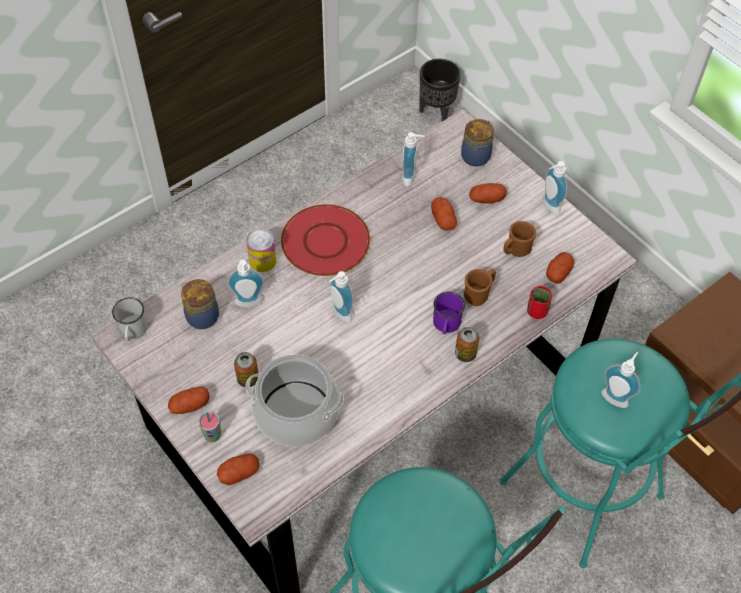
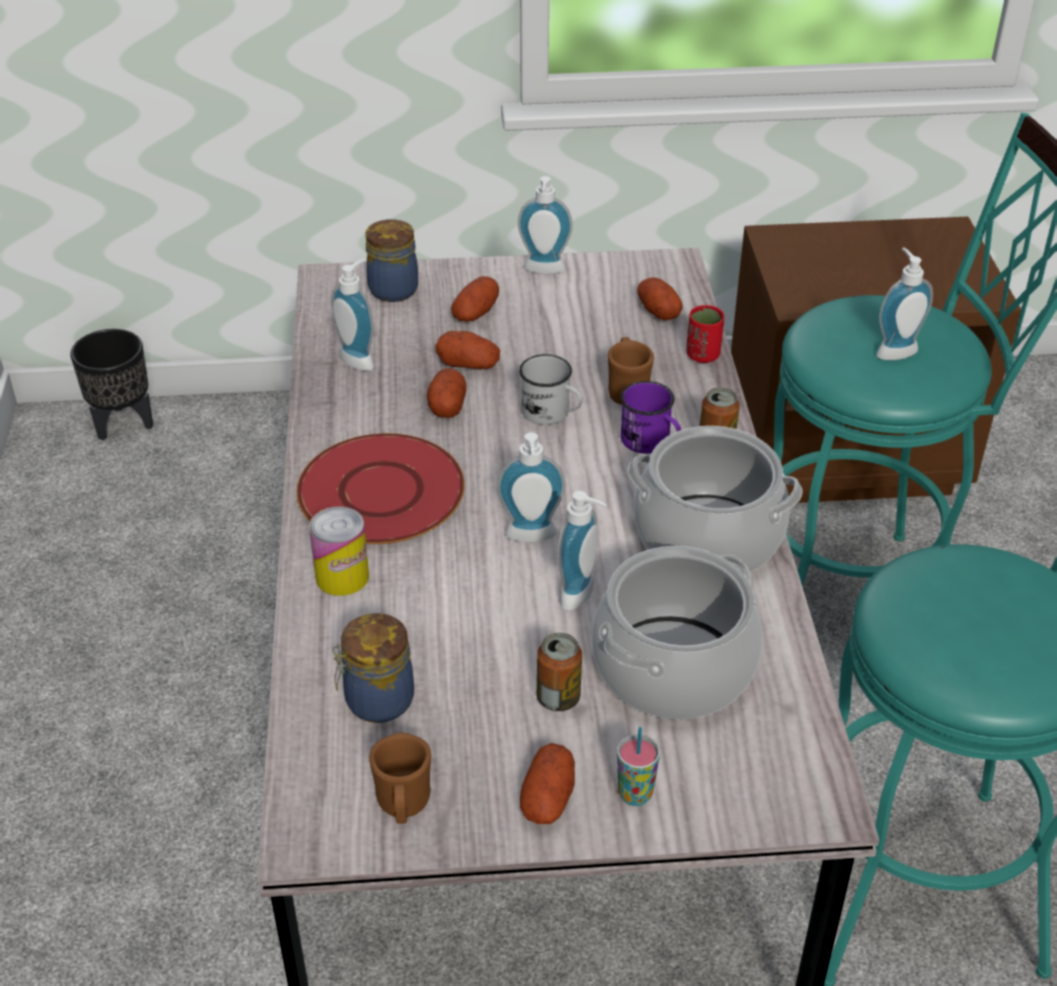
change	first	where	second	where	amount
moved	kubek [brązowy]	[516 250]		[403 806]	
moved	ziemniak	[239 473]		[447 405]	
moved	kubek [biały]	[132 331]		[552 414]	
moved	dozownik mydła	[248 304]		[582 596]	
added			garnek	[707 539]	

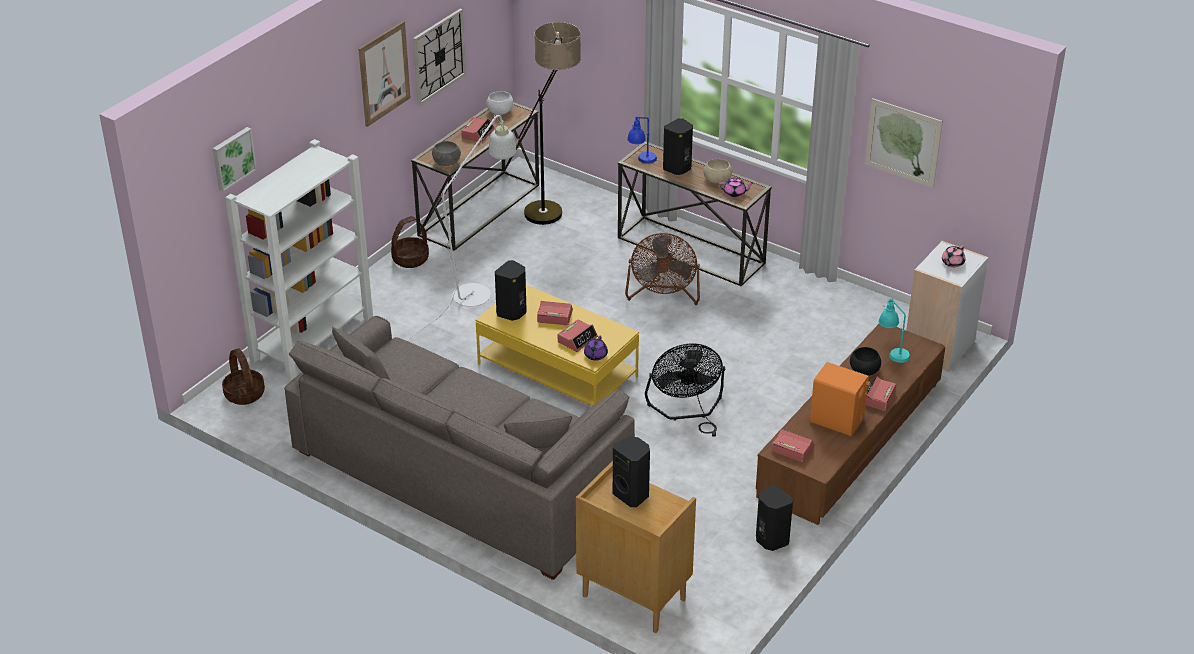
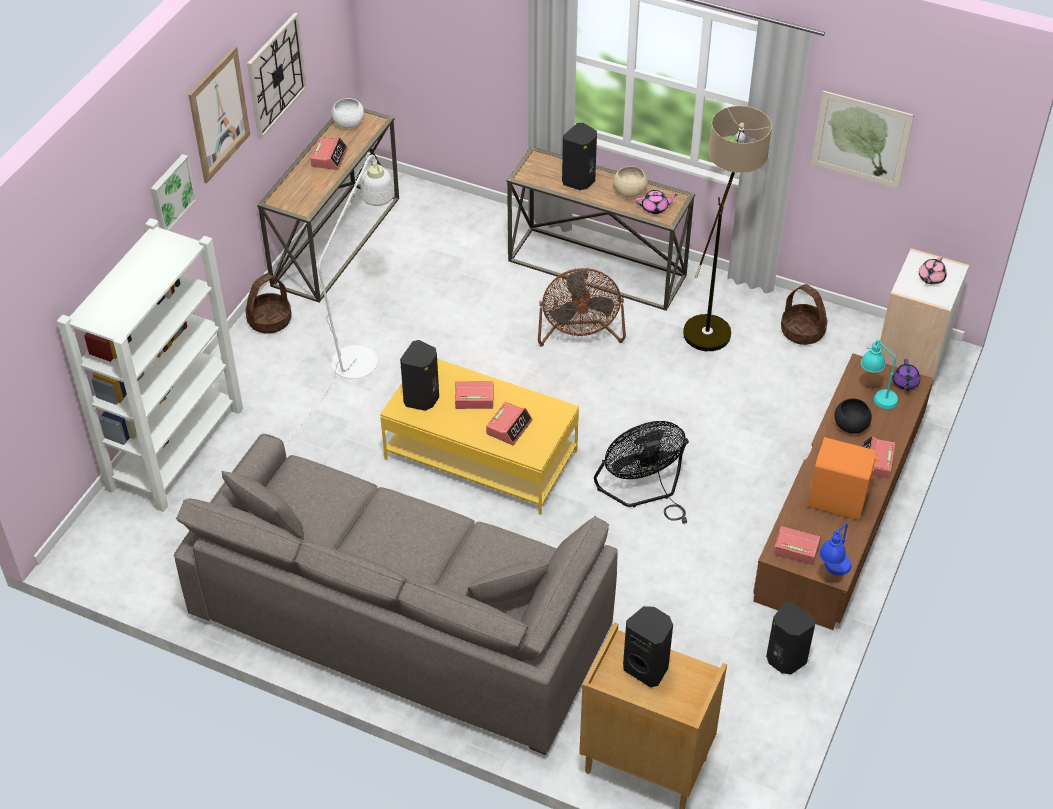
change	first	where	second	where	amount
moved	obraz	[232 158]		[171 193]	
moved	lampa stojąca	[552 206]		[714 321]	
moved	koszyk	[244 394]		[802 331]	
moved	lampa stołowa [niebieski]	[641 161]		[832 573]	
moved	imbryk [fioletowy]	[595 355]		[905 383]	
removed	miska [szary]	[446 162]			

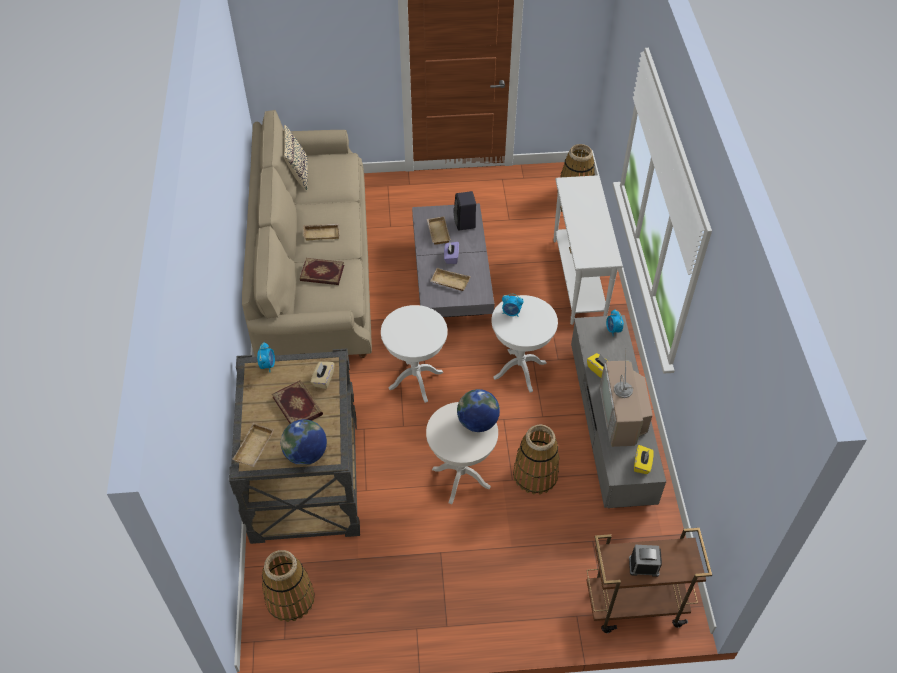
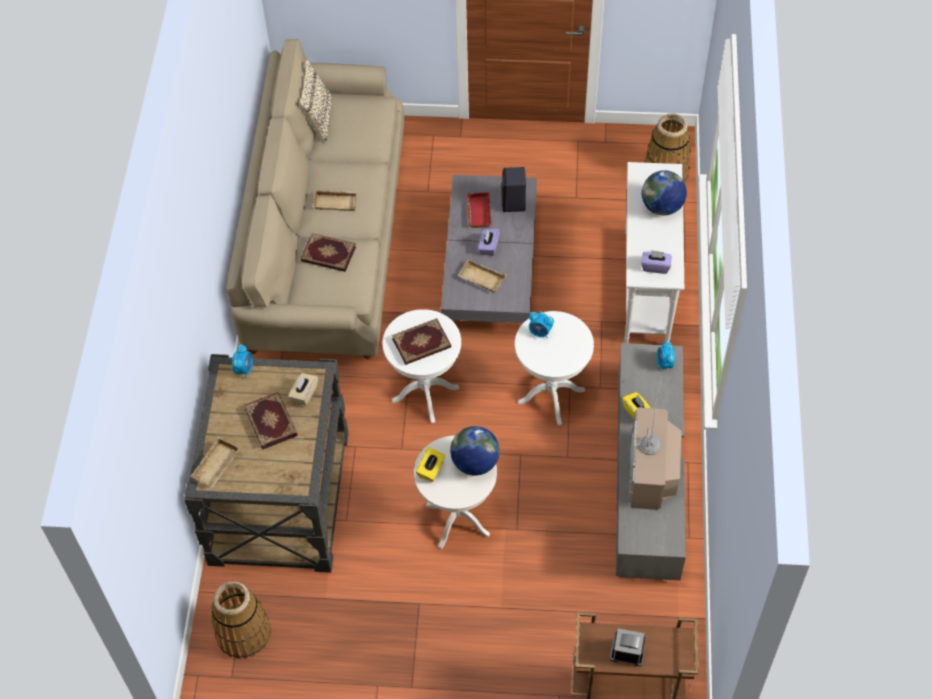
change	first	where	second	where	amount
added			książka	[422 344]	
moved	pudełko chusteczek [żółty]	[642 464]		[431 470]	
recoloured	taca [beżowy]	[437 232]	taca [czerwony]	[477 212]	
added			pudełko chusteczek [fioletowy]	[655 267]	
moved	globus	[306 454]		[662 207]	
removed	koszyk	[535 475]			

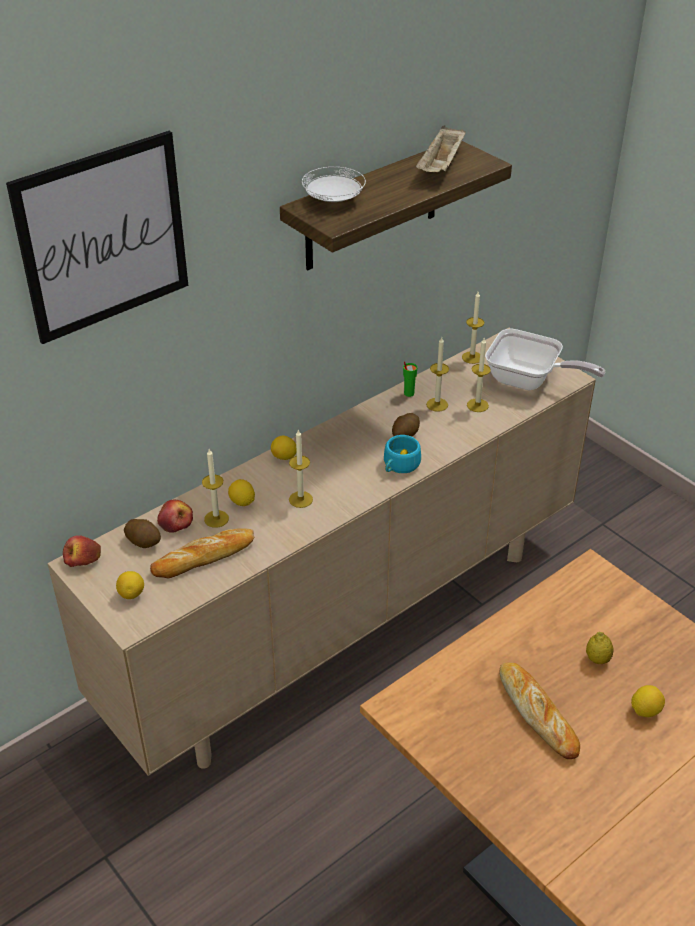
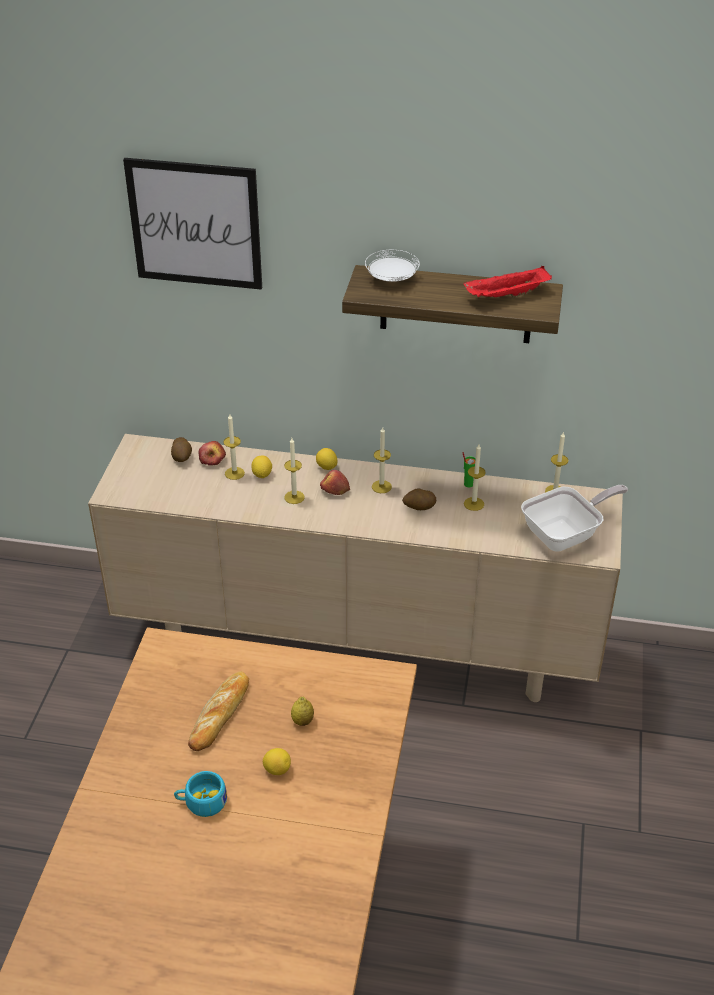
change	first	where	second	where	amount
moved	filiżanka [turkusowy]	[399 466]		[201 802]	
moved	jabłko	[83 559]		[335 490]	
moved	świeca	[477 405]		[381 486]	
recoloured	taca [beżowy]	[441 166]	taca [czerwony]	[506 296]	
turned	patelnia	[529 381]		[566 535]	105 degrees counterclockwise
removed	cytryna	[132 594]			
removed	chleb	[204 557]			

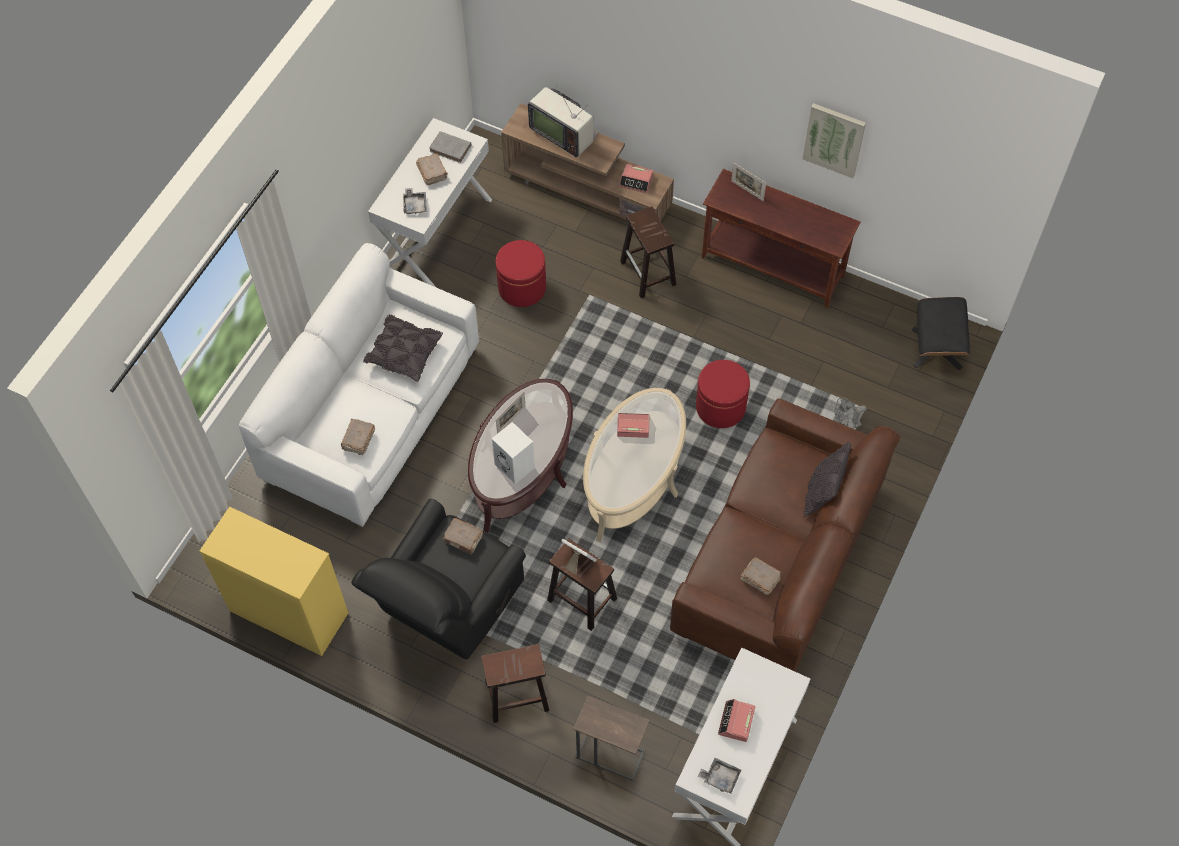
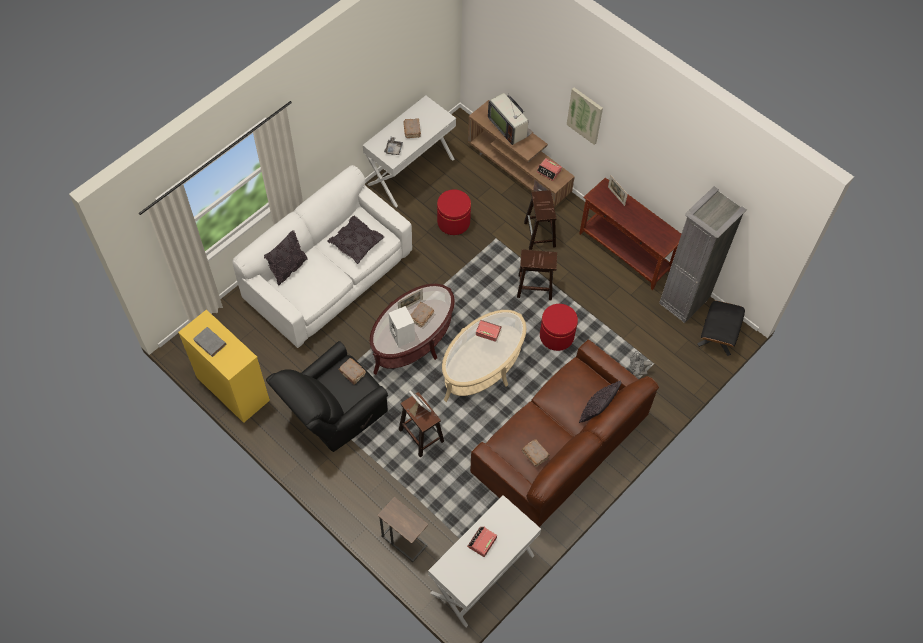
change	first	where	second	where	amount
moved	książka [szary]	[451 149]		[210 343]	
added			poduszka [czarny]	[288 269]	
moved	książka [brązowy]	[358 440]		[421 317]	
moved	stołek [brązowy]	[516 696]		[534 287]	
moved	obraz	[834 139]		[585 115]	
added			szafka [szary]	[684 301]	
removed	taca [szary]	[720 777]			

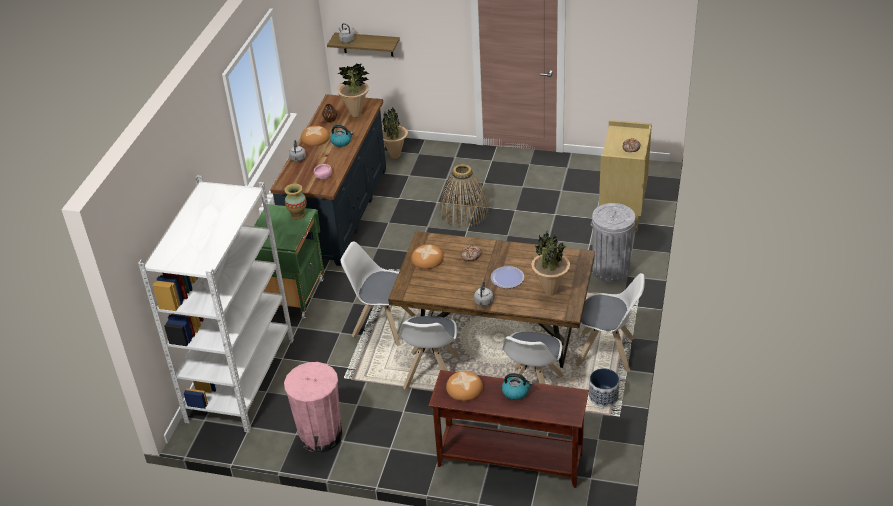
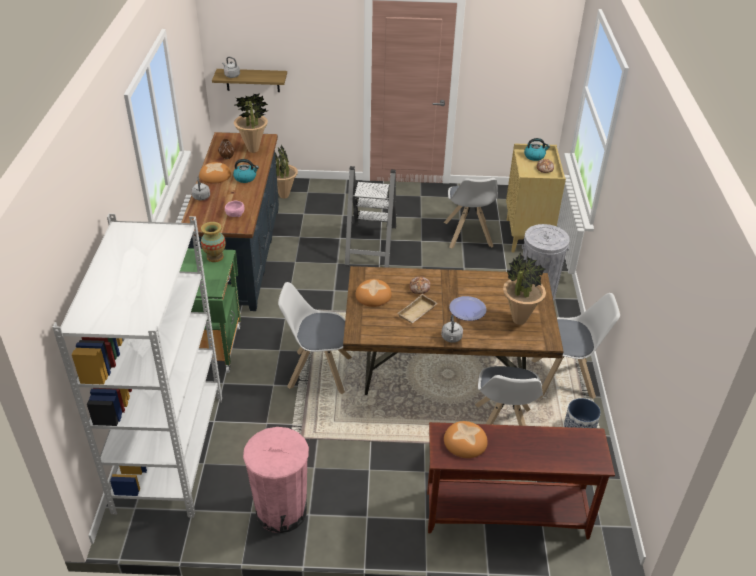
change	first	where	second	where	amount
replaced	koszyk	[464 212]	drabinka [szary]	[370 246]	
added			taca [beżowy]	[417 312]	
moved	krzesło	[431 373]		[468 235]	
moved	czajnik	[516 392]		[534 156]	

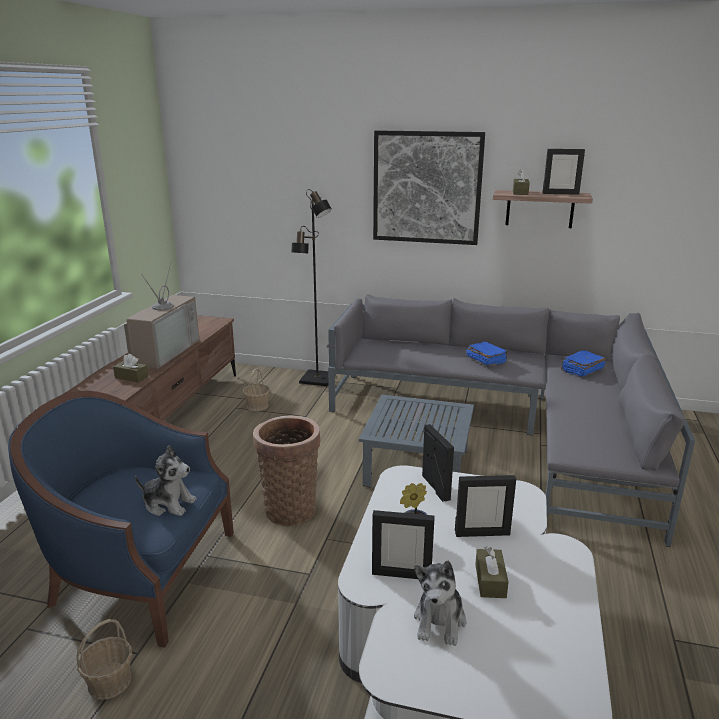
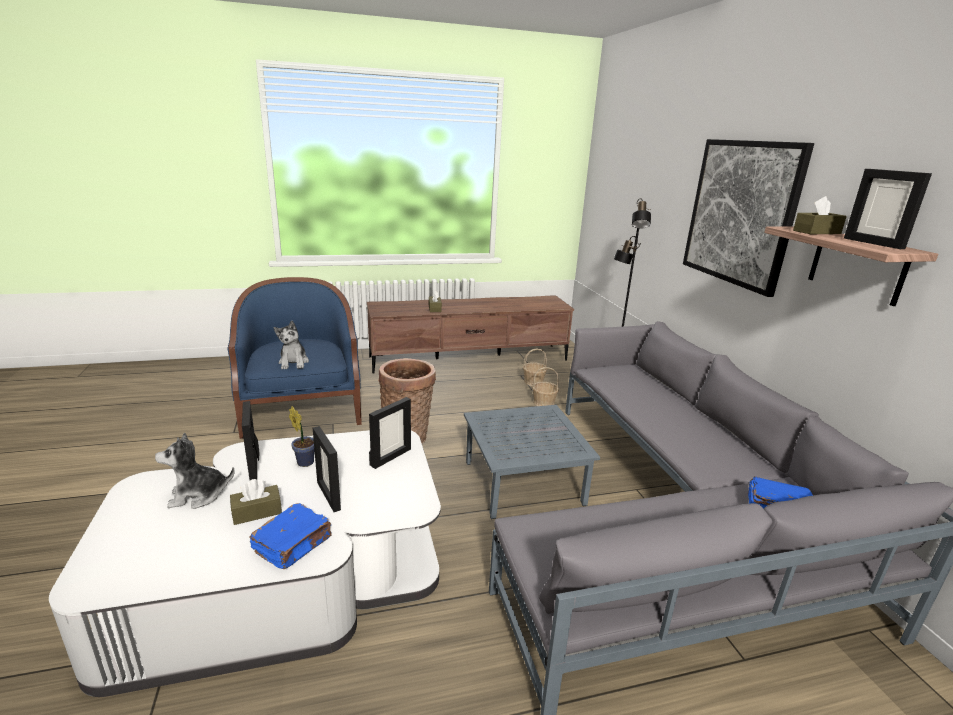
change	first	where	second	where	amount
moved	książka [niebieski]	[486 360]		[294 545]	
moved	koszyk	[110 681]		[544 403]	
removed	telewizor	[163 351]			

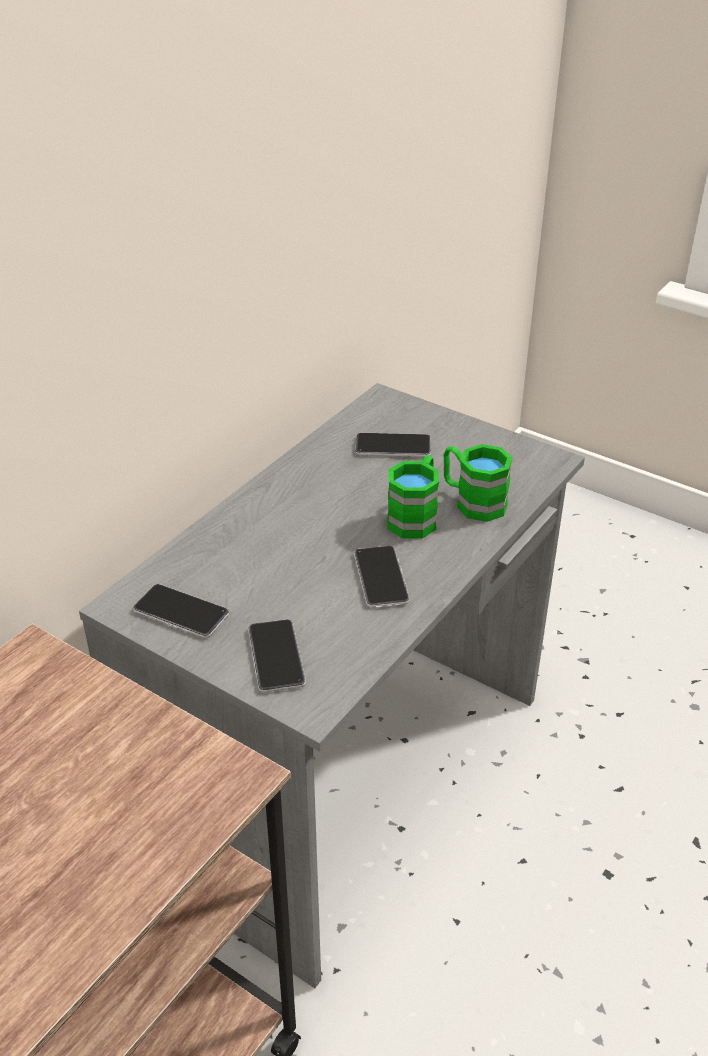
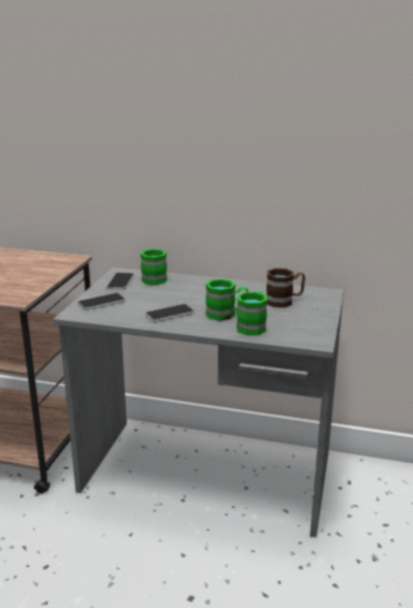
change	first	where	second	where	amount
added			kubek [zielony]	[153 278]	
replaced	telefon	[393 446]	kubek [brązowy]	[284 301]	

